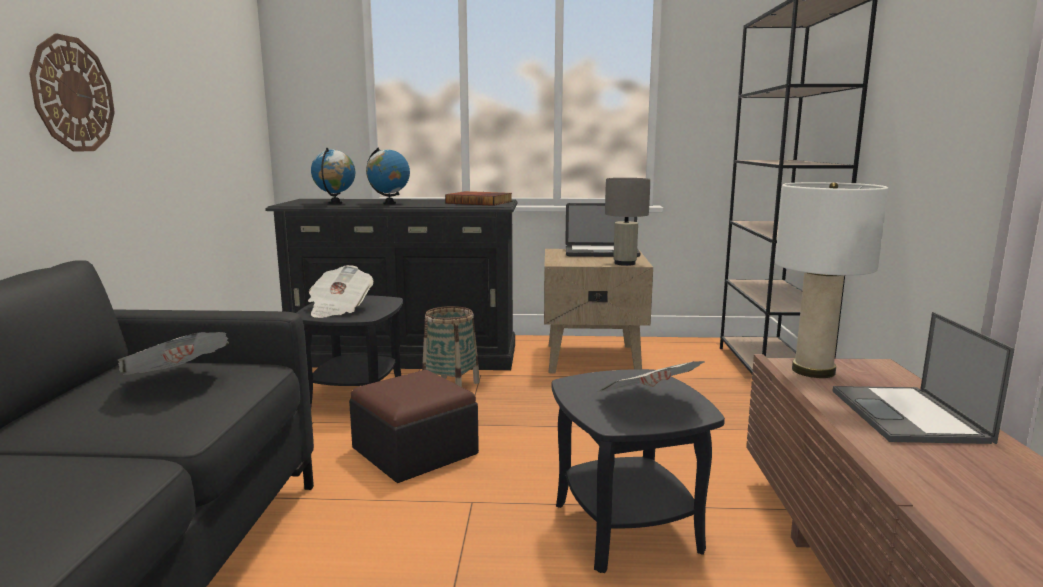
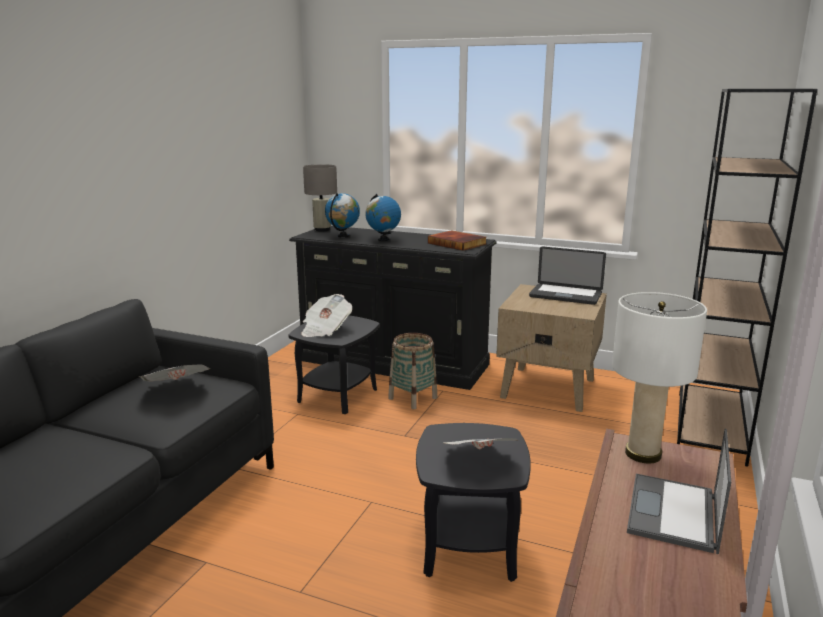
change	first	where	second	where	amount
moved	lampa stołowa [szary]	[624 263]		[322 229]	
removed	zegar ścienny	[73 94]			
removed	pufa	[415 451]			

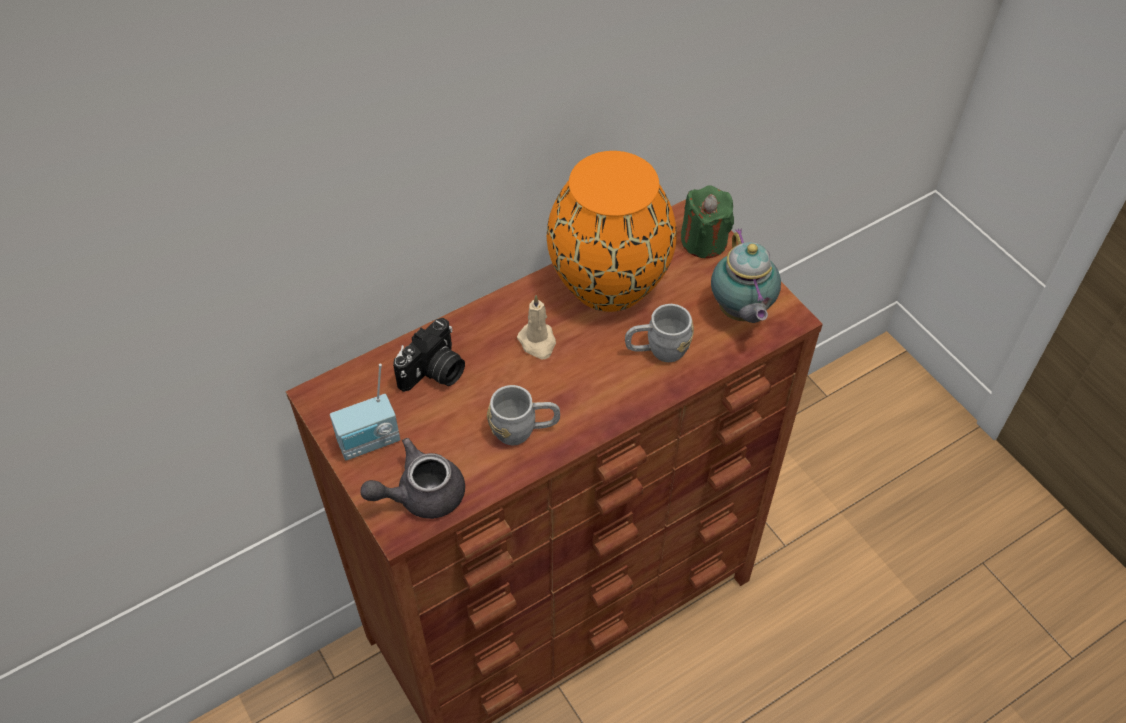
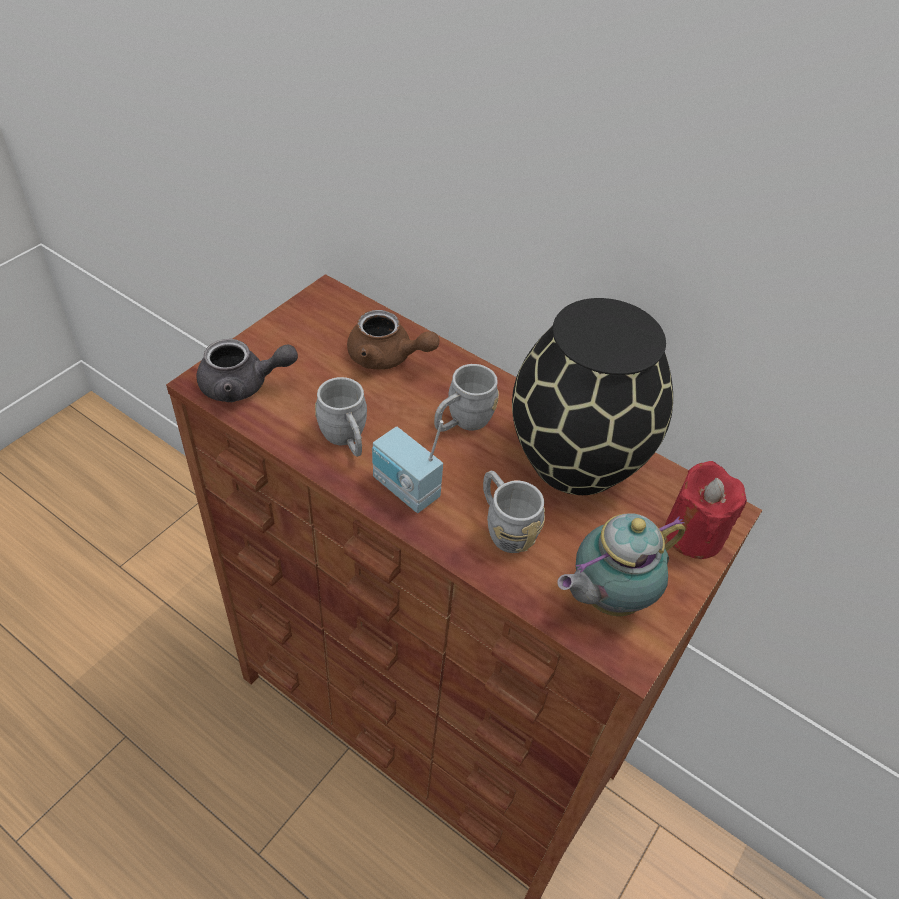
change	first	where	second	where	amount
turned	imbryk [szary]	[420 494]		[243 385]	135 degrees clockwise
replaced	aparat fotograficzny	[434 373]	imbryk [brązowy]	[387 358]	
moved	radio	[370 443]		[404 490]	
replaced	świeca [beżowy]	[538 342]	kubek [szary]	[462 422]	
recoloured	wazon [pomarańczowy]	[610 283]	wazon [czarny]	[575 462]	
recoloured	świeca [zielony]	[704 241]	świeca [czerwony]	[694 534]	

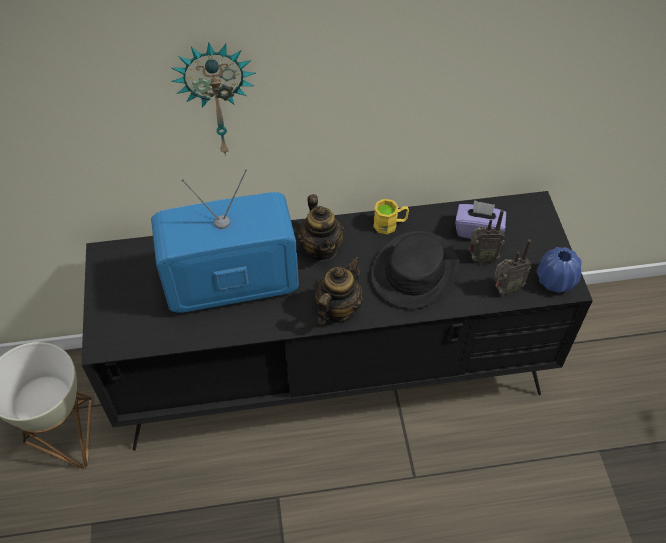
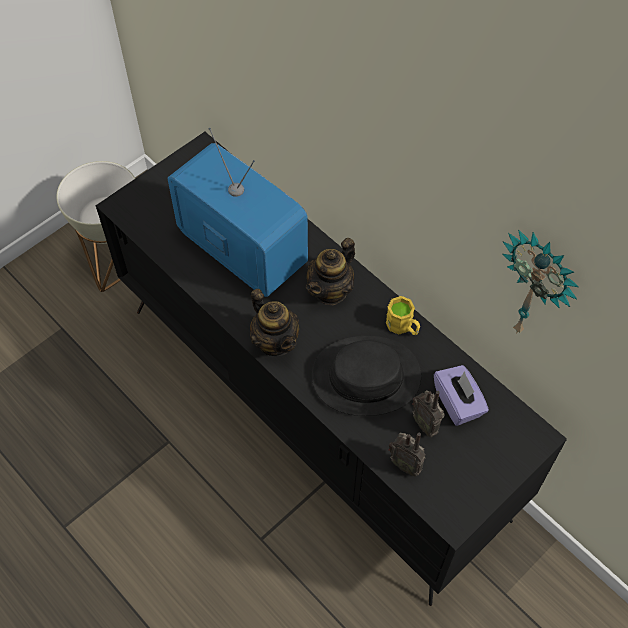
change	first	where	second	where	amount
turned	imbryk	[337 309]		[275 341]	60 degrees clockwise
moved	zegar ścienny	[217 98]		[536 286]	
removed	wazon [niebieski]	[555 280]			

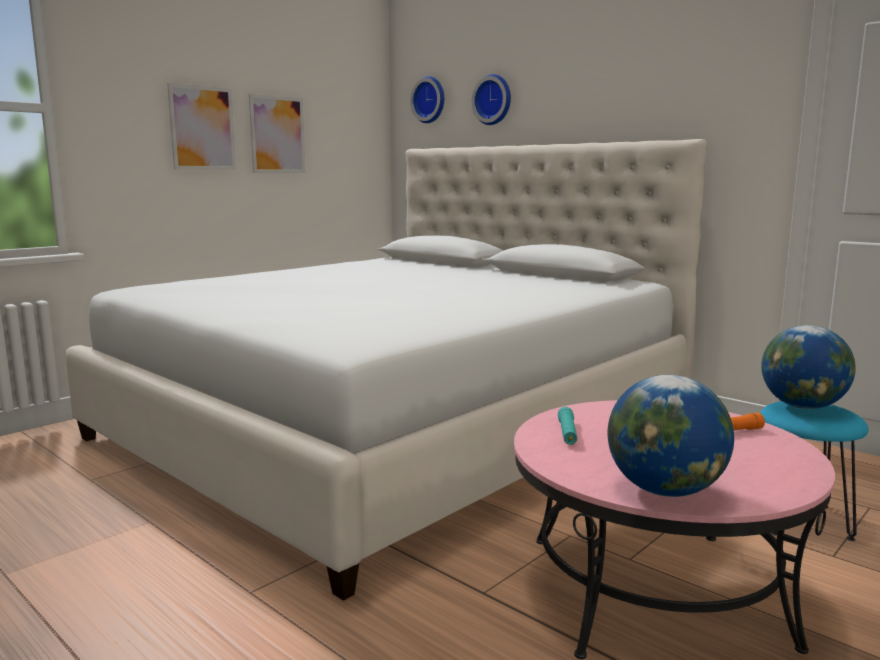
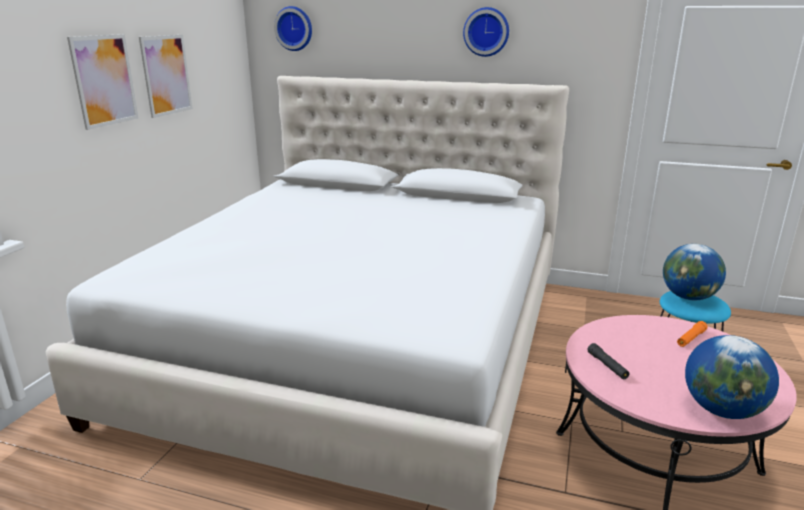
change	first	where	second	where	amount
moved	zegar ścienny	[494 100]		[486 32]	
recoloured	latarka [turkusowy]	[567 433]	latarka [czarny]	[607 366]	

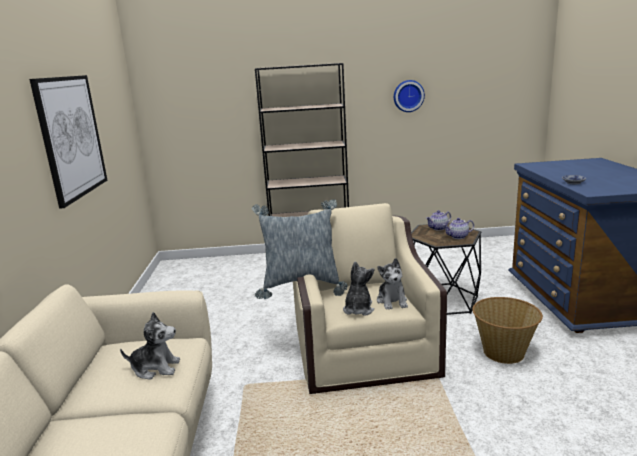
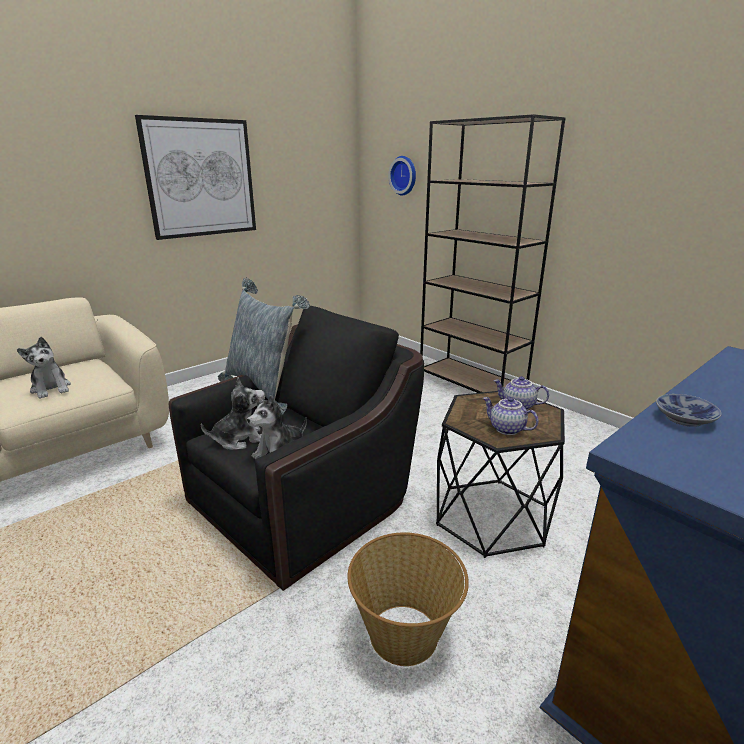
change	first	where	second	where	amount
recoloured	fotel [beżowy]	[363 346]	fotel [czarny]	[308 497]	
moved	zegar ścienny	[408 96]		[404 175]	

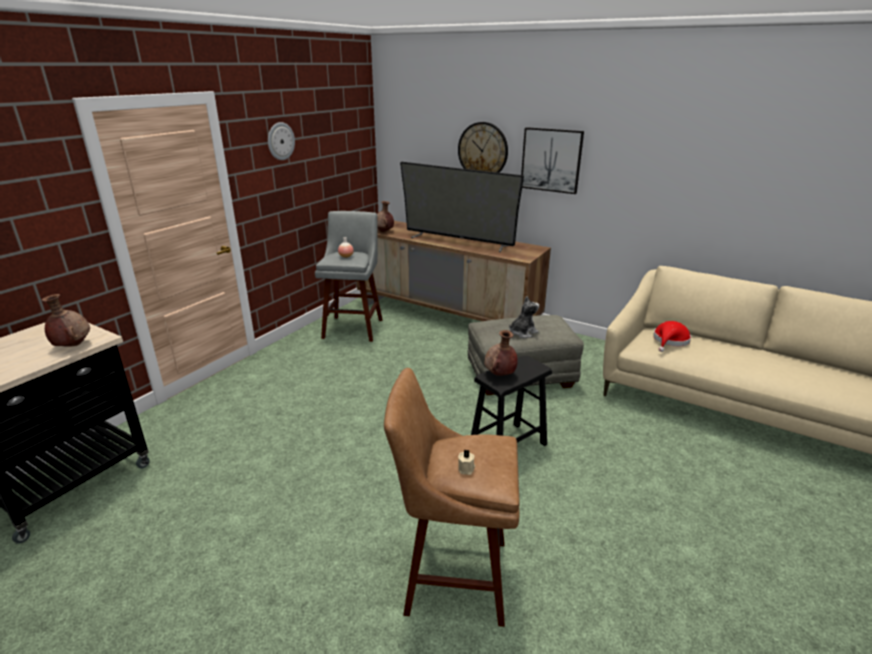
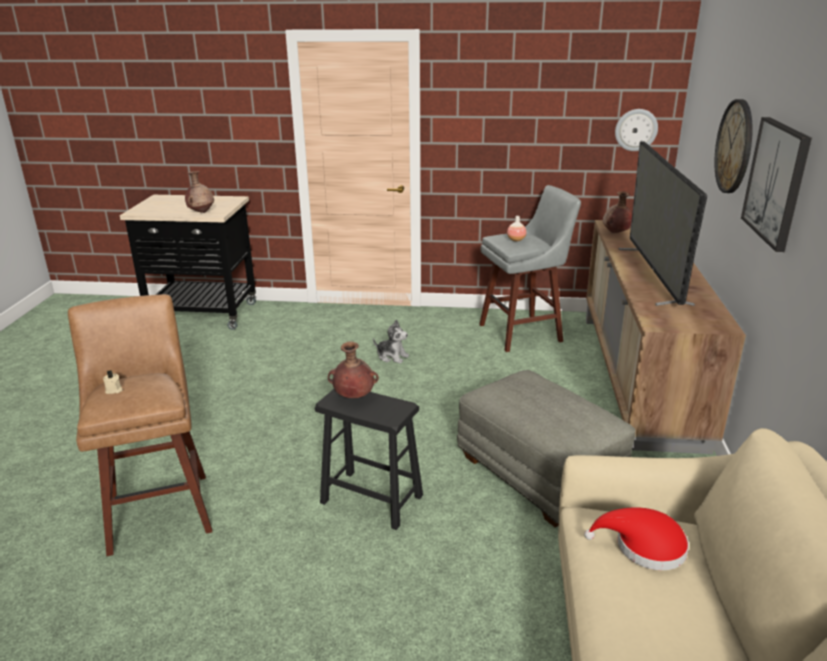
change	first	where	second	where	amount
moved	pluszak	[522 333]		[392 356]	
moved	zegar ścienny	[280 141]		[636 130]	

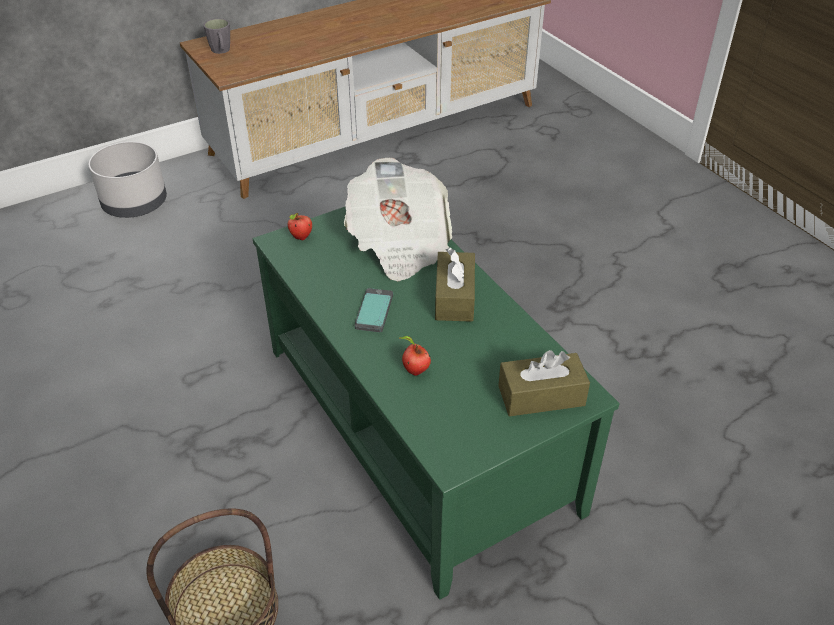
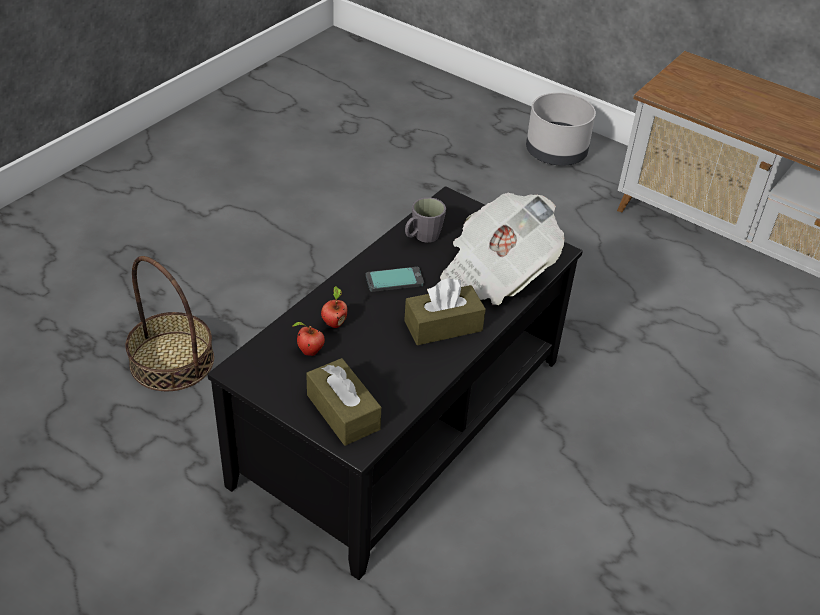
change	first	where	second	where	amount
recoloured	ława [zielony]	[419 425]	ława [czarny]	[404 422]	
moved	jabłko	[301 238]		[309 352]	
moved	kubek [szary]	[221 51]		[422 237]	

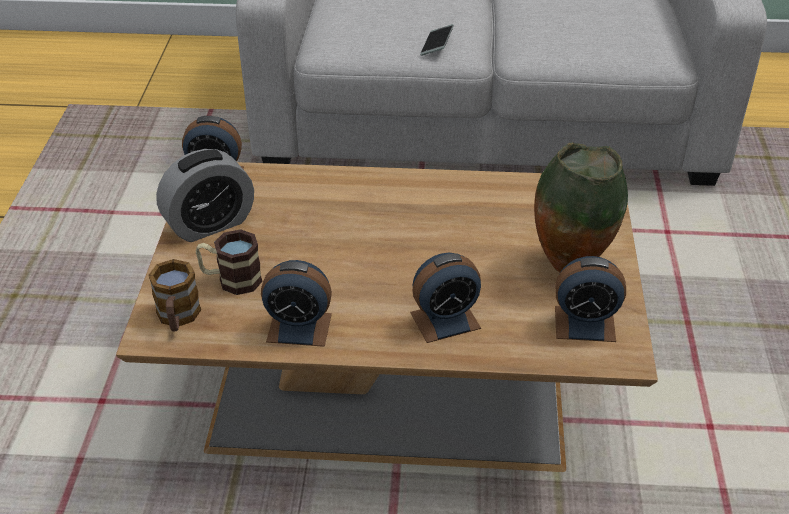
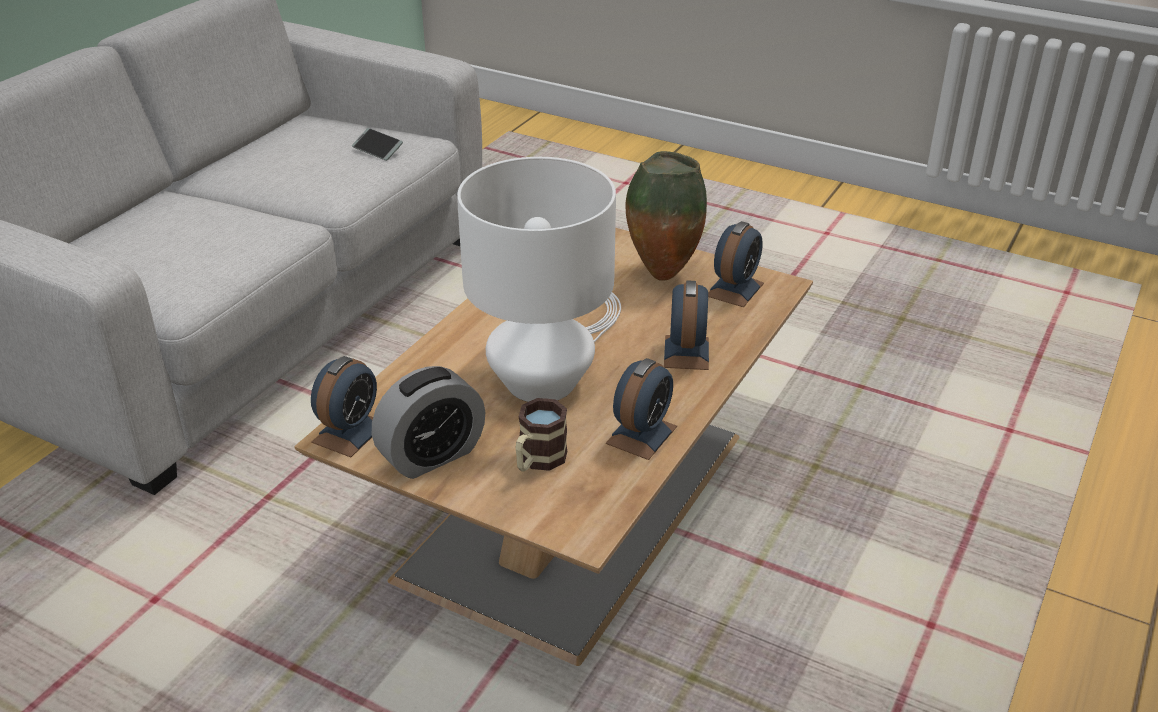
change	first	where	second	where	amount
moved	telefon	[436 45]		[377 149]	
turned	budzik	[210 224]		[432 455]	60 degrees clockwise
added			lampa stołowa [biały]	[554 353]	
removed	kubek	[178 318]			

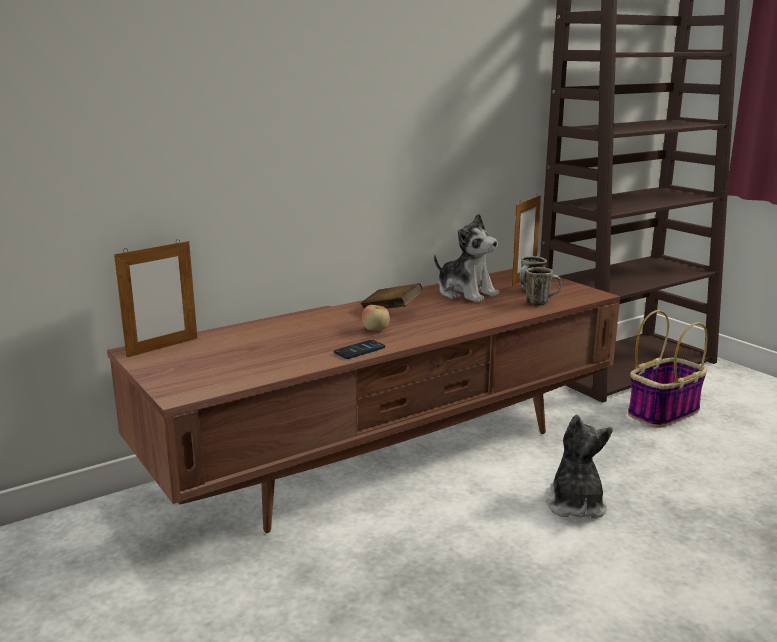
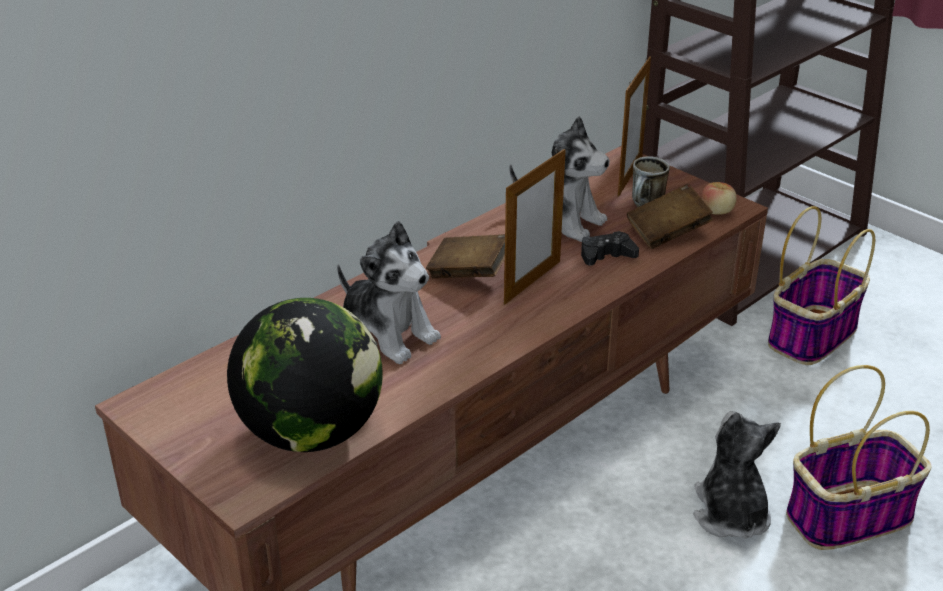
change	first	where	second	where	amount
added			globus	[311 433]	
added			pluszak	[388 333]	
moved	ramka na zdjęcie	[162 347]		[532 282]	
added			pad do gier [czarny]	[606 255]	
replaced	kubek	[541 302]	książka [brązowy]	[667 233]	
moved	jabłko	[376 330]		[717 212]	
added			koszyk	[849 516]	
removed	telefon	[359 350]			

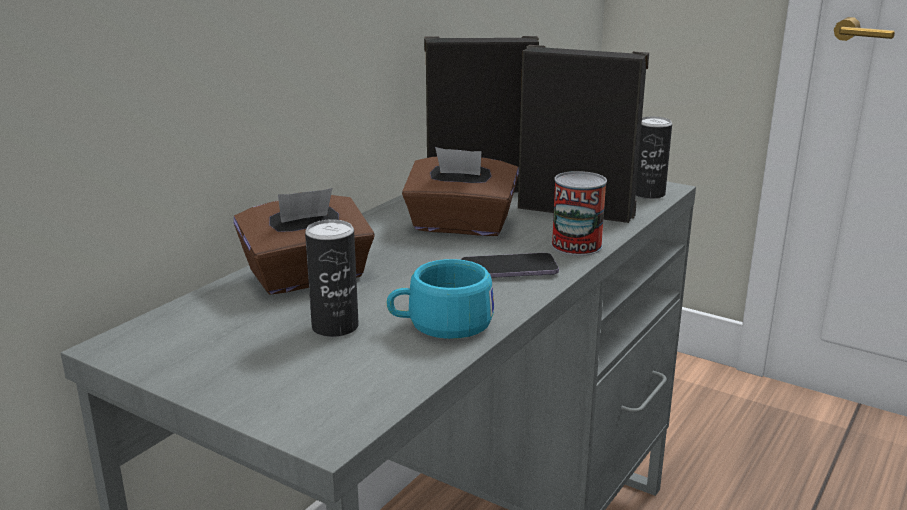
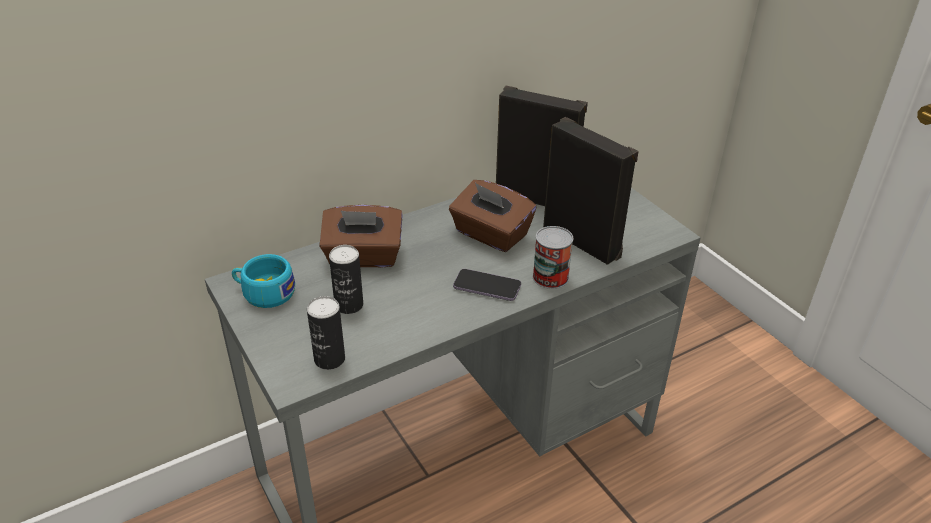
change	first	where	second	where	amount
moved	filiżanka [turkusowy]	[440 324]		[264 293]	
moved	puszka	[648 194]		[329 359]	

